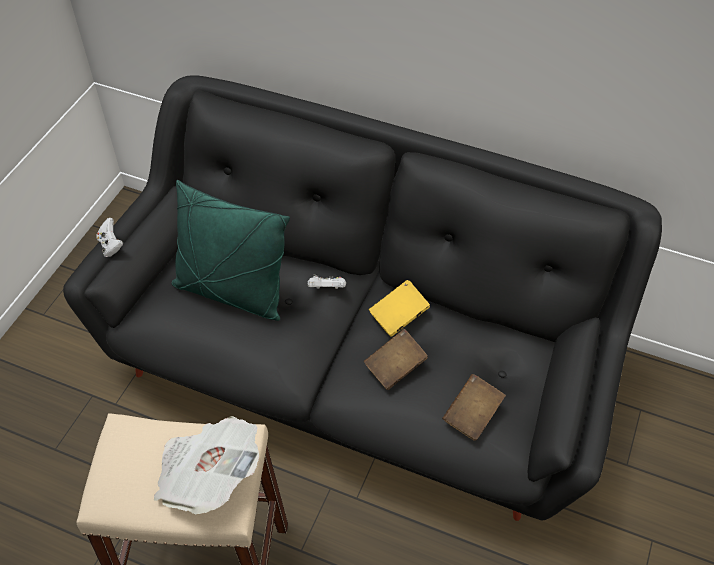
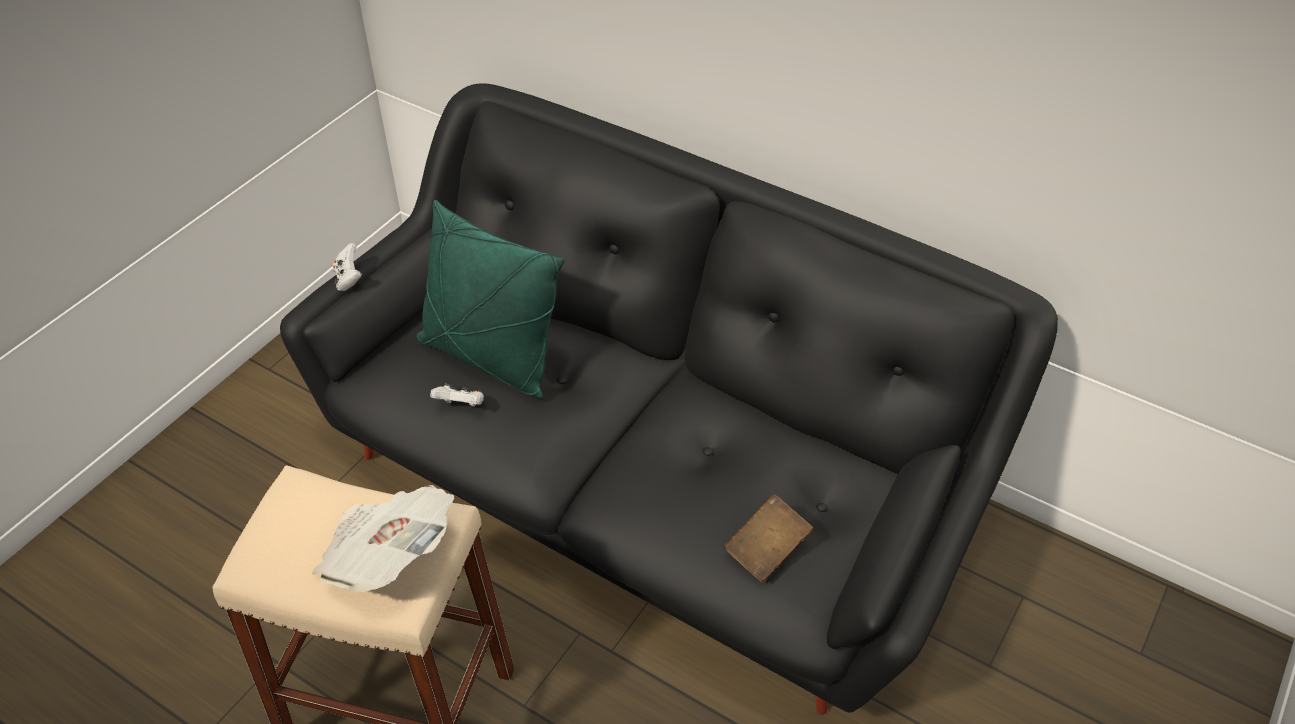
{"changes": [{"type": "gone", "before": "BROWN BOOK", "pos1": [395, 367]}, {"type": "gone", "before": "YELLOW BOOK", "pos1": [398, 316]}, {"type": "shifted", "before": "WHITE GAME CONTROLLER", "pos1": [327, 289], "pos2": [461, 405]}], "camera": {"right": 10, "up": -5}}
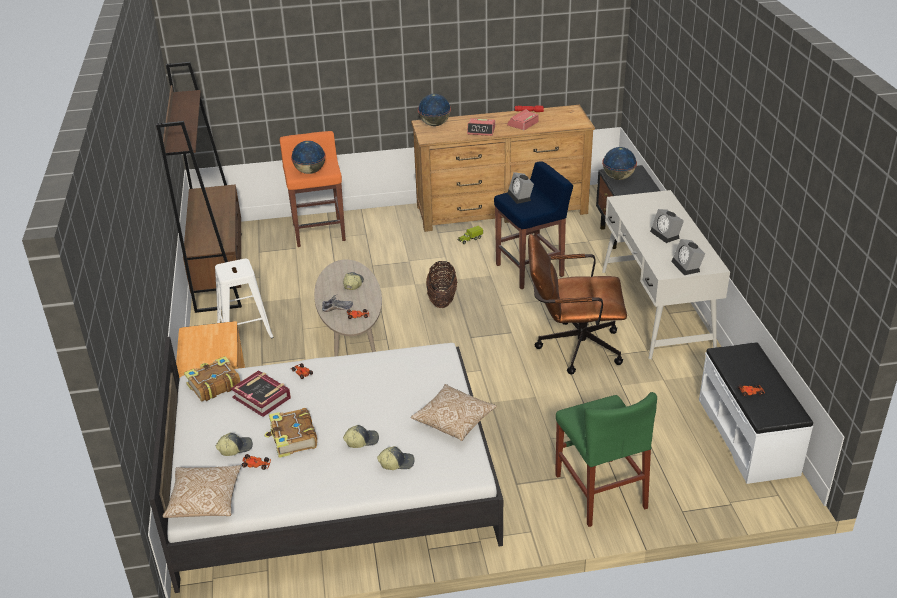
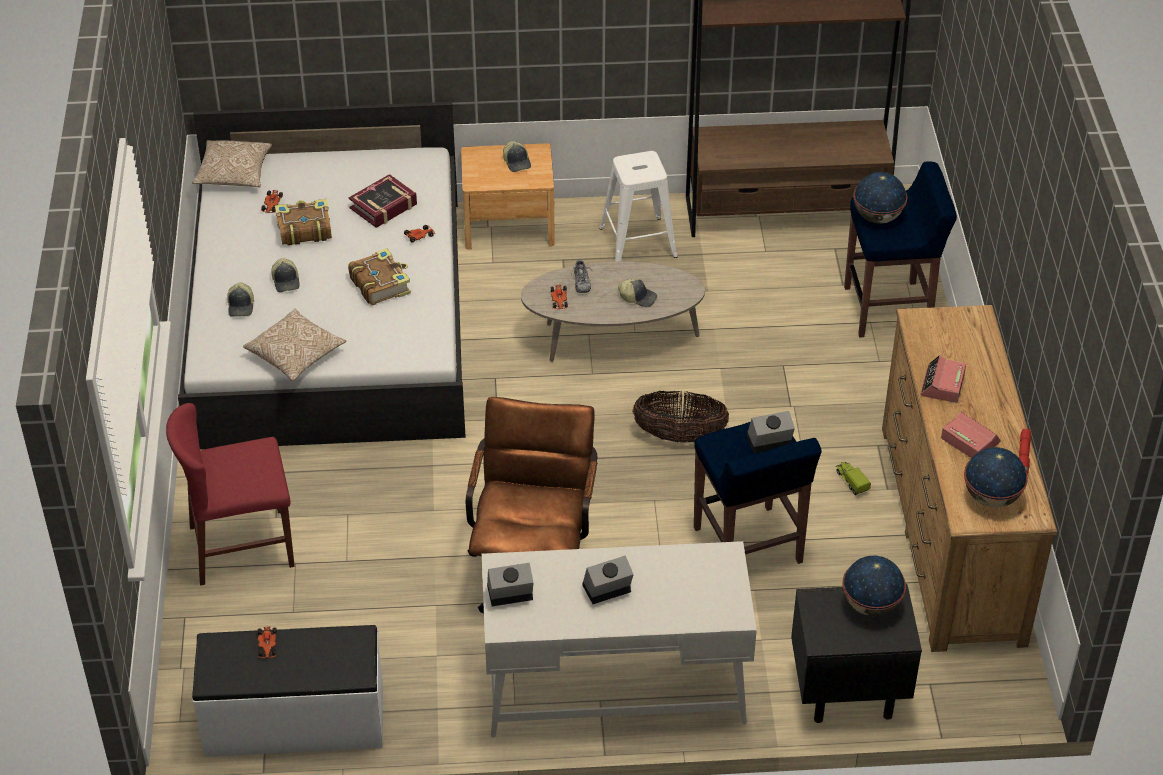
{"changes": [{"type": "shifted", "before": "BOOK", "pos1": [213, 385], "pos2": [380, 284]}, {"type": "shifted", "before": "CAP", "pos1": [235, 448], "pos2": [517, 162]}, {"type": "shifted", "before": "GLOBE", "pos1": [434, 124], "pos2": [992, 497]}, {"type": "repainted", "before": "ORANGE STOOL", "after": "BLUE STOOL", "pos1": [319, 232], "pos2": [889, 309]}, {"type": "repainted", "before": "GREEN CHAIR", "after": "RED CHAIR", "pos1": [600, 491], "pos2": [242, 546]}], "camera": {"right": 95, "up": 10}}
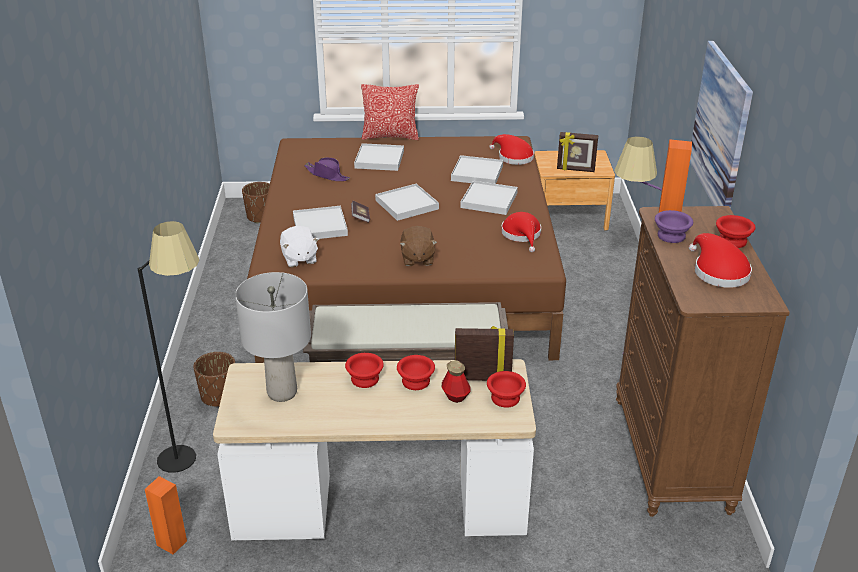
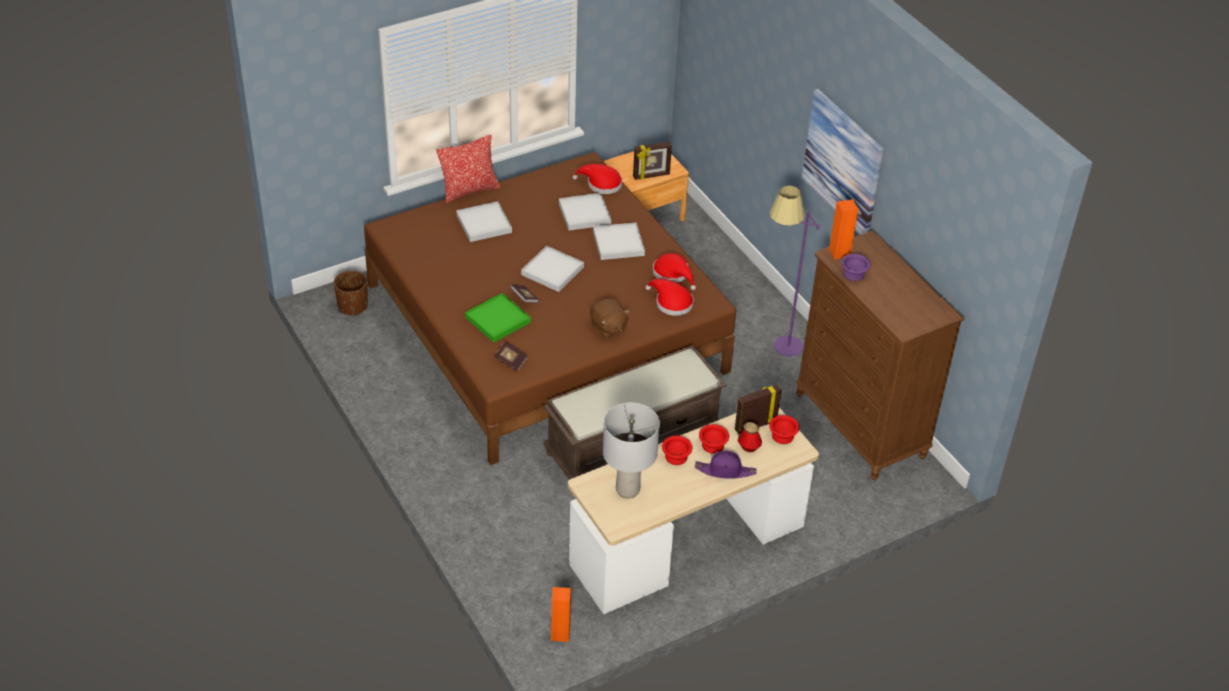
{"changes": [{"type": "gone", "before": "BLACK FLOOR LAMP", "pos1": [194, 459]}, {"type": "gone", "before": "BROWN PLANTER", "pos1": [218, 396]}, {"type": "gone", "before": "RED BOWL", "pos1": [731, 240]}, {"type": "shifted", "before": "PURPLE HAT", "pos1": [327, 175], "pos2": [725, 471]}, {"type": "shifted", "before": "RED HAT", "pos1": [718, 271], "pos2": [671, 302]}, {"type": "swapped", "before": "WHITE PLUSH TOY", "after": "BOOK", "pos1": [299, 259], "pos2": [511, 361]}, {"type": "repainted", "before": "WHITE TRAY", "after": "GREEN TRAY", "pos1": [320, 226], "pos2": [497, 320]}], "camera": {"right": -30, "up": 10}}
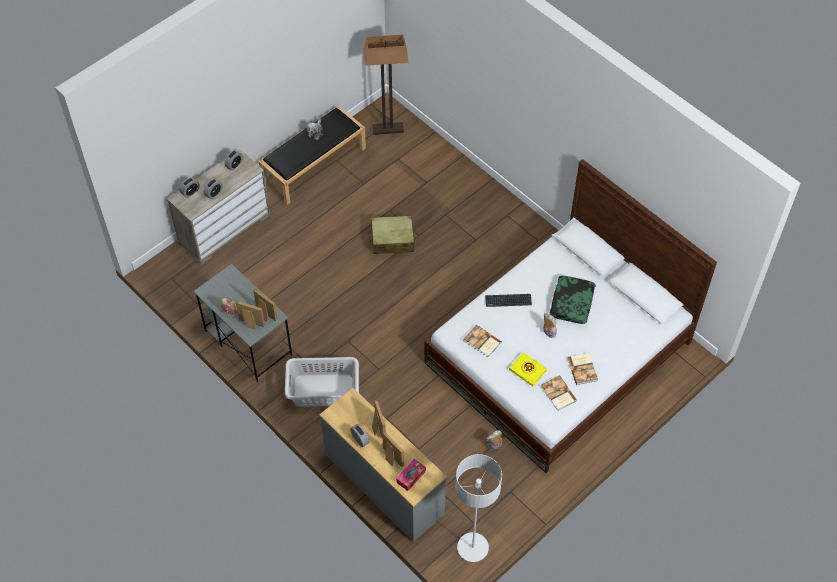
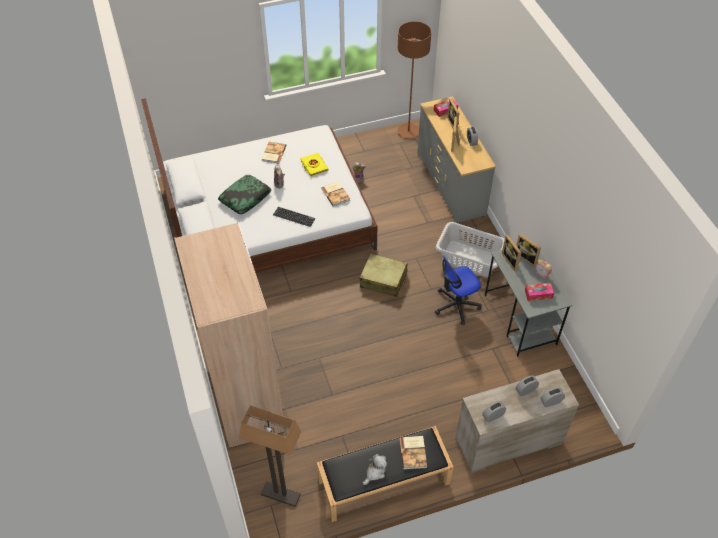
{"changes": [{"type": "new", "after": "BEIGE WARDROBE", "pos2": [245, 398]}, {"type": "new", "after": "OFFICE CHAIR", "pos2": [456, 305]}, {"type": "new", "after": "TISSUE BOX", "pos2": [538, 294]}, {"type": "shifted", "before": "BEIGE SUITCASE", "pos1": [392, 239], "pos2": [383, 280]}, {"type": "shifted", "before": "BOOK", "pos1": [558, 394], "pos2": [413, 452]}, {"type": "repainted", "before": "GREY FLOOR LAMP", "after": "BROWN FLOOR LAMP", "pos1": [472, 547], "pos2": [408, 132]}], "camera": {"right": -155, "up": -5}}
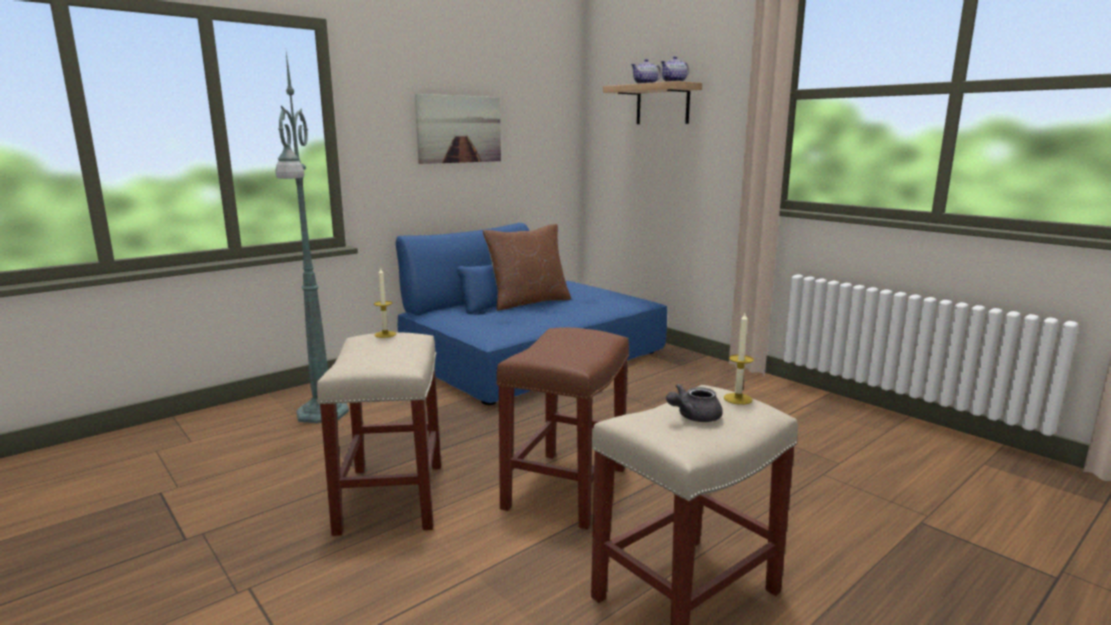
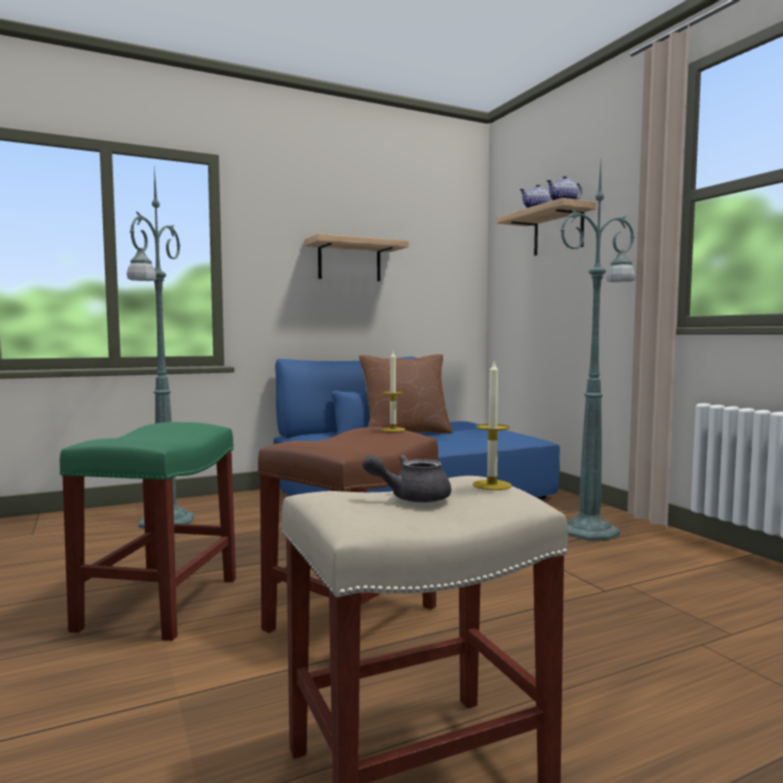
{"changes": [{"type": "new", "after": "GREEN FLOOR LAMP", "pos2": [591, 531]}, {"type": "shifted", "before": "CANDLE", "pos1": [385, 334], "pos2": [393, 429]}, {"type": "swapped", "before": "PICTURE", "after": "SHELF", "pos1": [459, 129], "pos2": [349, 261]}, {"type": "repainted", "before": "BEIGE STOOL", "after": "GREEN STOOL", "pos1": [391, 496], "pos2": [161, 602]}], "camera": {"right": 15, "up": -10}}
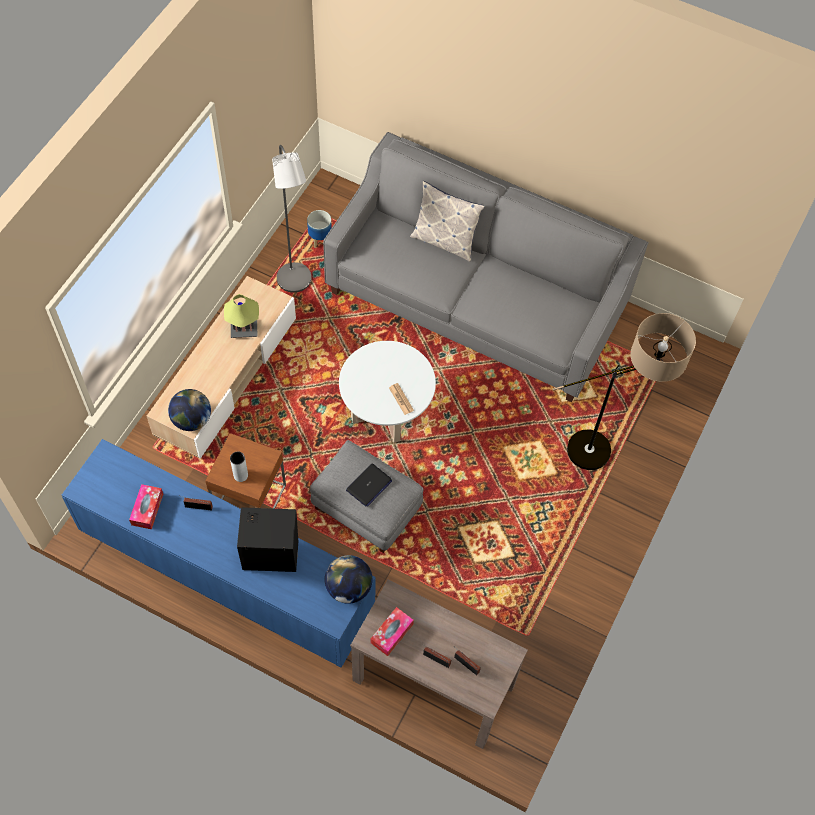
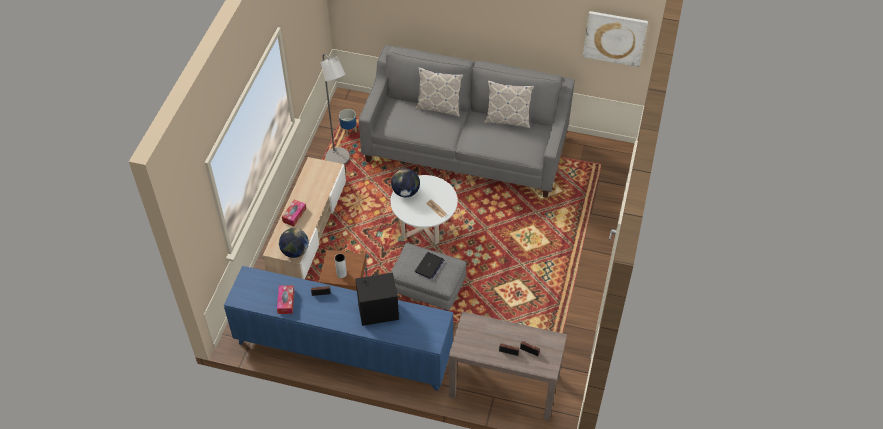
{"changes": [{"type": "gone", "before": "TABLE LAMP", "pos1": [244, 329]}, {"type": "gone", "before": "FLOOR LAMP", "pos1": [606, 452]}, {"type": "new", "after": "PILLOW", "pos2": [507, 120]}, {"type": "new", "after": "PICTURE", "pos2": [615, 38]}, {"type": "shifted", "before": "GLOBE", "pos1": [349, 588], "pos2": [406, 192]}, {"type": "shifted", "before": "TISSUE BOX", "pos1": [392, 633], "pos2": [294, 215]}], "camera": {"right": -10, "up": -10}}
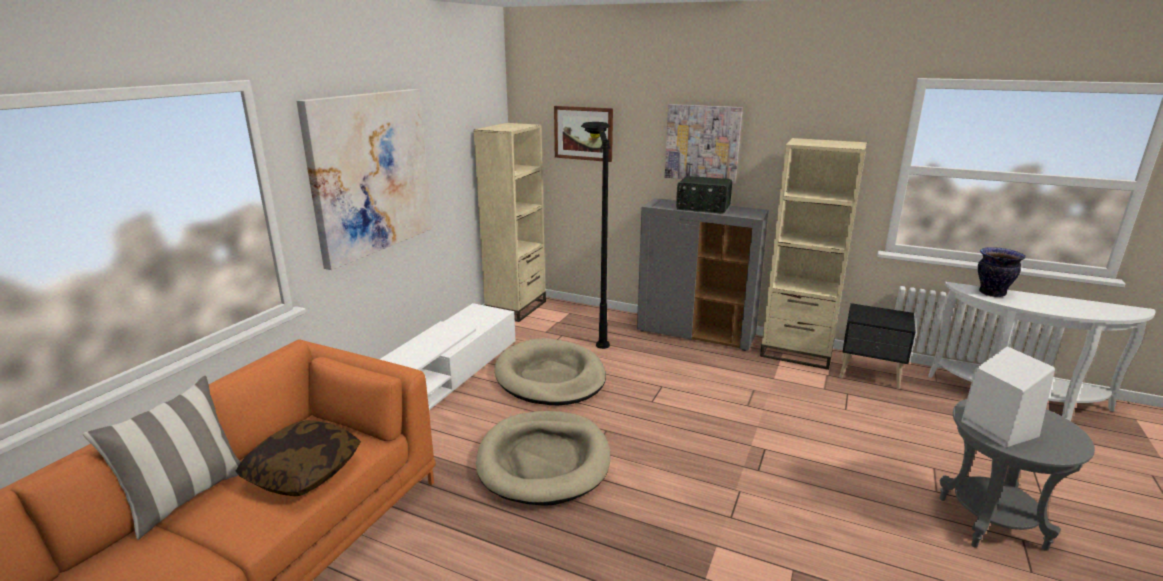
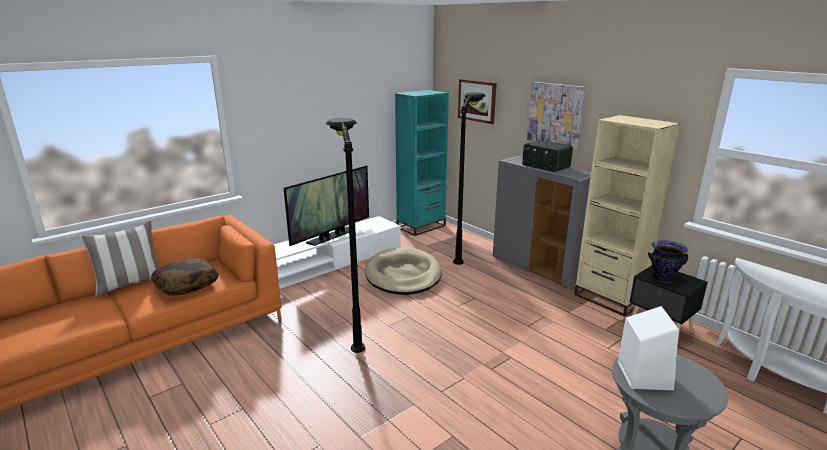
{"changes": [{"type": "gone", "before": "PICTURE", "pos1": [370, 173]}, {"type": "new", "after": "TELEVISION", "pos2": [331, 236]}, {"type": "shifted", "before": "VASE", "pos1": [991, 293], "pos2": [663, 278]}, {"type": "swapped", "before": "BEIGE DOG BED", "after": "BLACK FLOOR LAMP", "pos1": [544, 461], "pos2": [353, 324]}, {"type": "repainted", "before": "BEIGE BOOKCASE", "after": "TURQUOISE BOOKCASE", "pos1": [516, 308], "pos2": [421, 226]}], "camera": {"right": 25, "up": 0}}
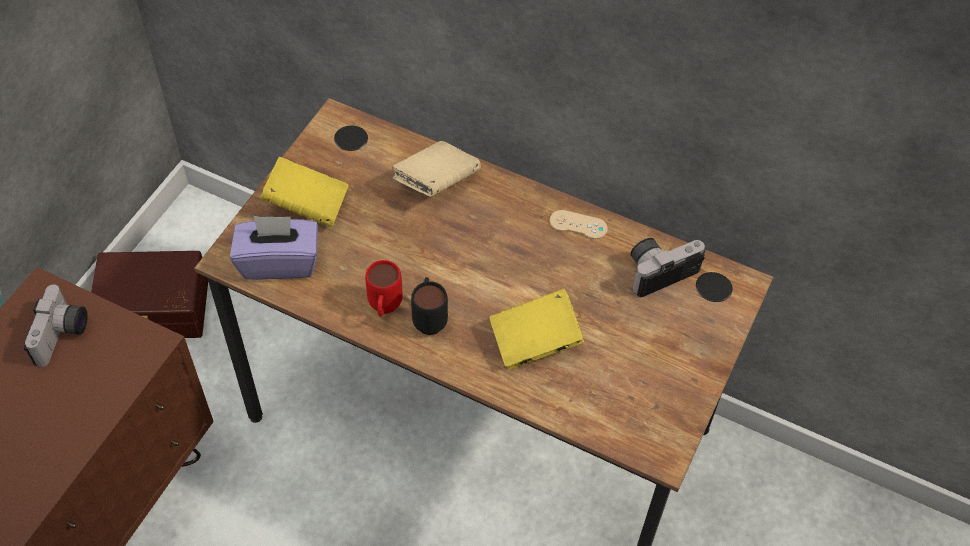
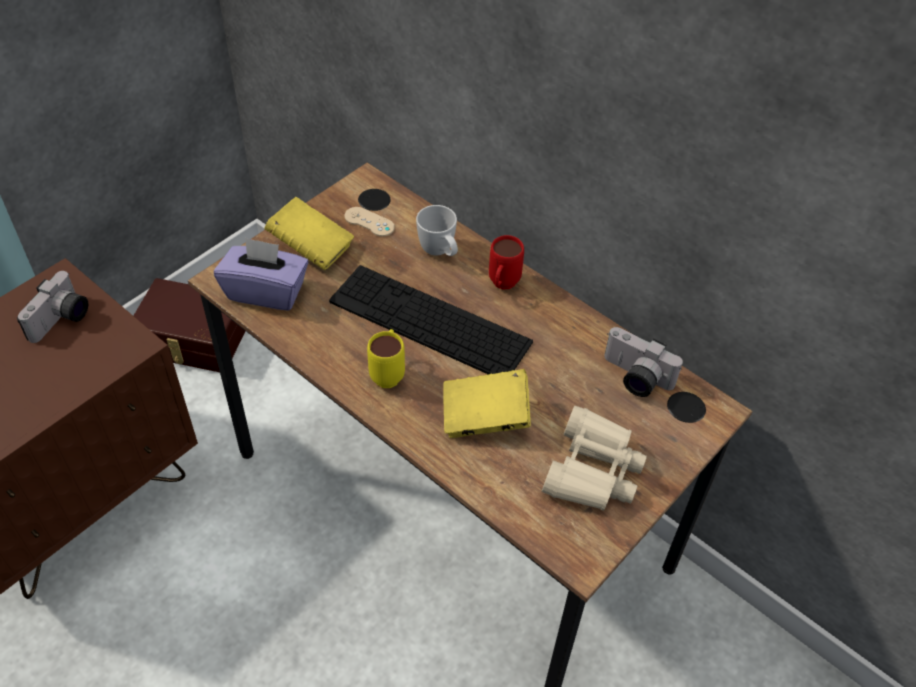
{"changes": [{"type": "new", "after": "KEYBOARD", "pos2": [429, 322]}, {"type": "new", "after": "BEIGE BINOCULARS", "pos2": [592, 470]}, {"type": "shifted", "before": "RED MUG", "pos1": [384, 309], "pos2": [502, 286]}, {"type": "shifted", "before": "BEIGE GAME CONTROLLER", "pos1": [578, 225], "pos2": [369, 222]}, {"type": "swapped", "before": "BEIGE BOOK", "after": "WHITE MUG", "pos1": [436, 182], "pos2": [440, 252]}, {"type": "repainted", "before": "BLACK MUG", "after": "YELLOW MUG", "pos1": [429, 318], "pos2": [388, 372]}, {"type": "rotated", "before": "PHOTO CAMERA", "pos1": [659, 269], "pos2": [634, 378], "turn": -135}], "camera": {"right": 15, "up": -5}}
